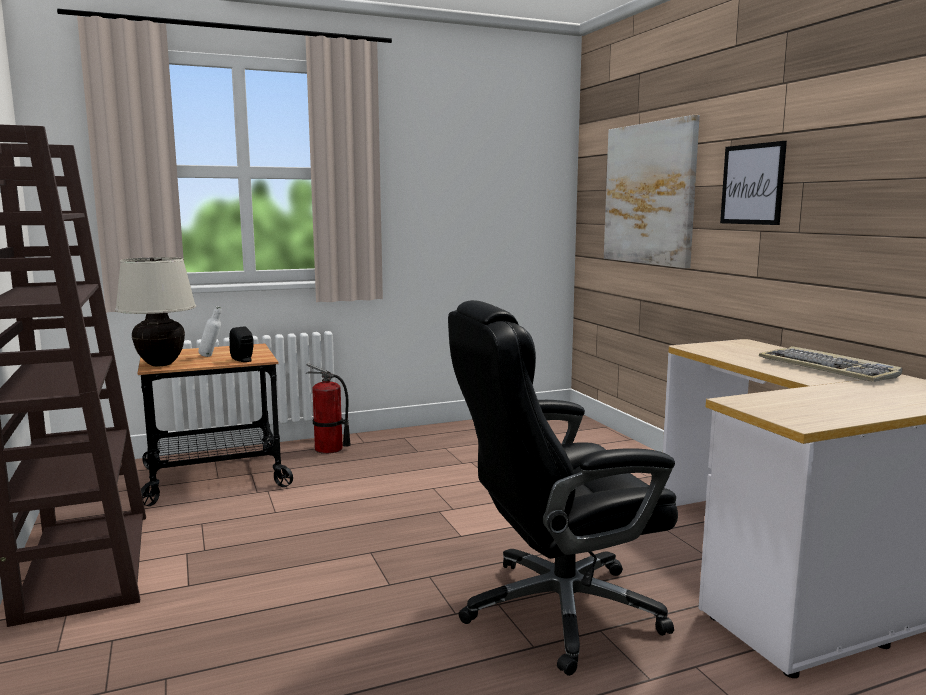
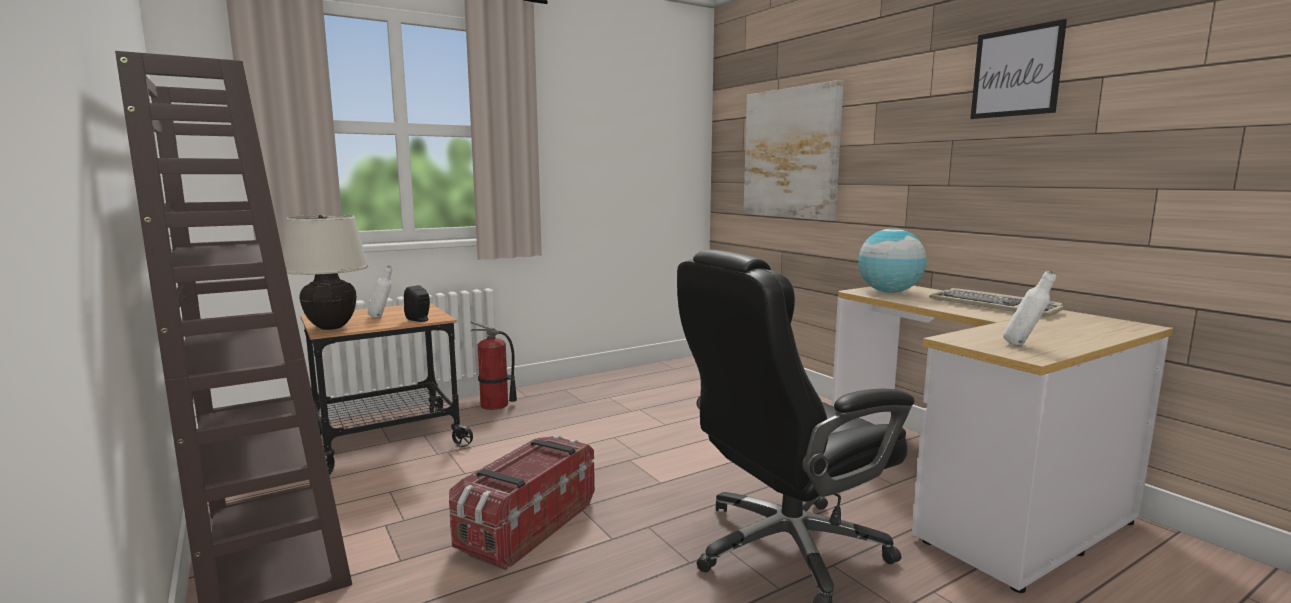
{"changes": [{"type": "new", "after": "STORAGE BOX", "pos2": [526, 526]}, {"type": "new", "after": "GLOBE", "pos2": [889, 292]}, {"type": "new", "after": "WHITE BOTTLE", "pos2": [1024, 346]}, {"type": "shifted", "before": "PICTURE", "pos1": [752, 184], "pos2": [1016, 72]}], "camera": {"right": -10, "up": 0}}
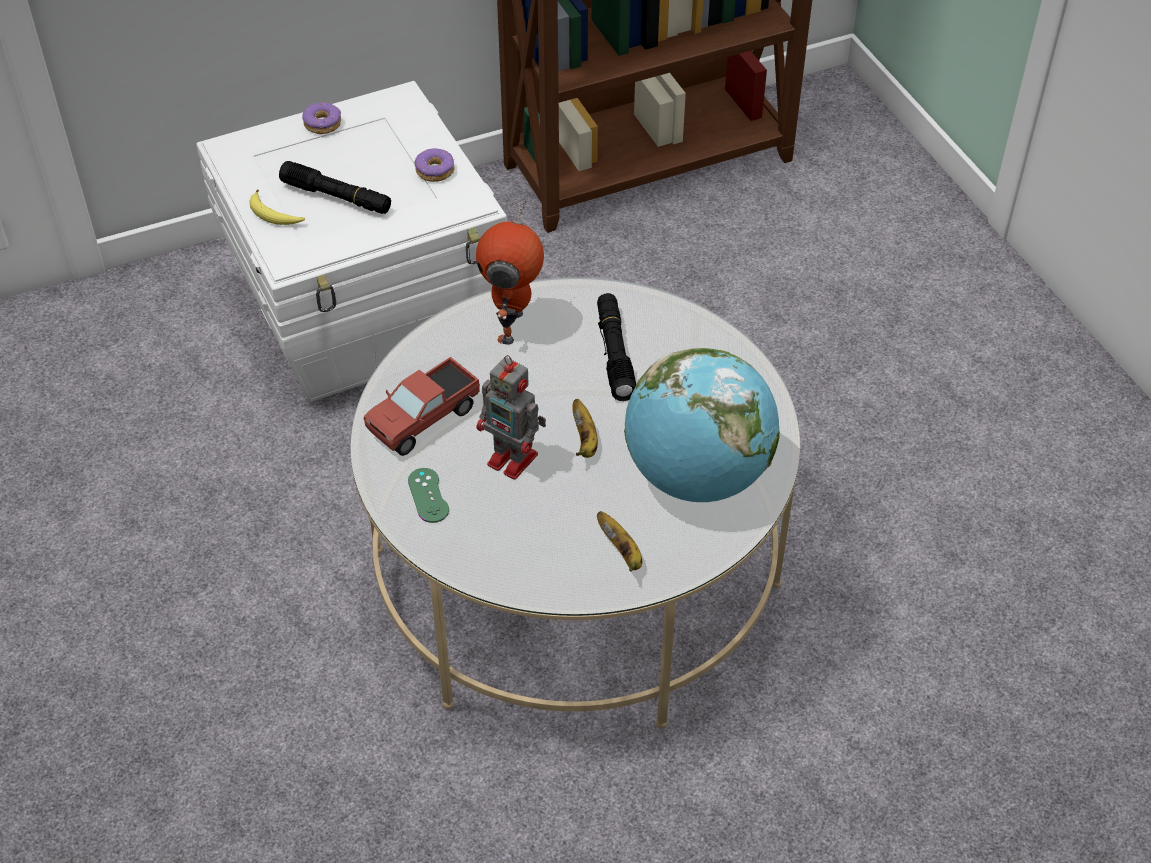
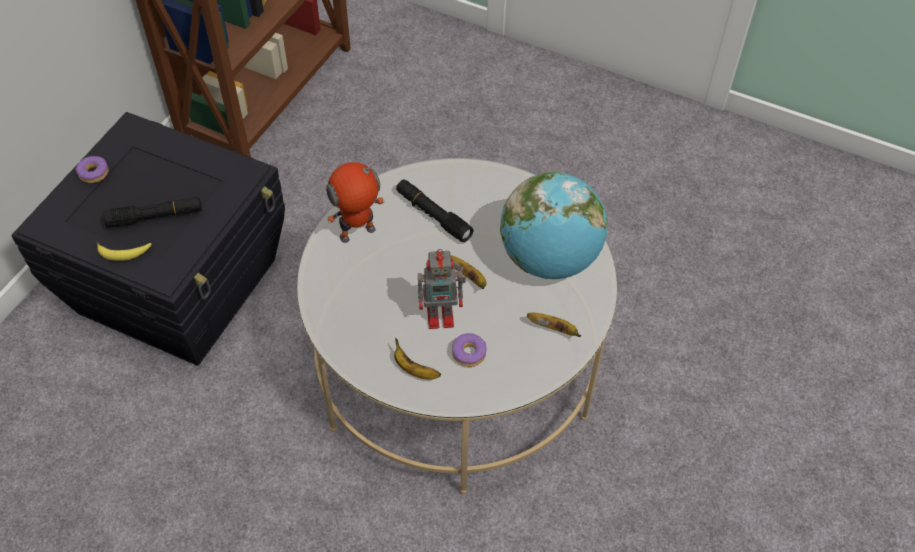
{"changes": [{"type": "gone", "before": "TOY TRUCK", "pos1": [424, 420]}, {"type": "shifted", "before": "DONUT", "pos1": [435, 171], "pos2": [469, 353]}, {"type": "swapped", "before": "GREEN GAME CONTROLLER", "after": "BANANA", "pos1": [428, 495], "pos2": [414, 370]}, {"type": "repainted", "before": "WHITE STORAGE BOX", "after": "BLACK STORAGE BOX", "pos1": [368, 312], "pos2": [180, 285]}, {"type": "rotated", "before": "TOY ROBOT", "pos1": [513, 327], "pos2": [358, 235], "turn": 90}], "camera": {"right": -40, "up": 5}}
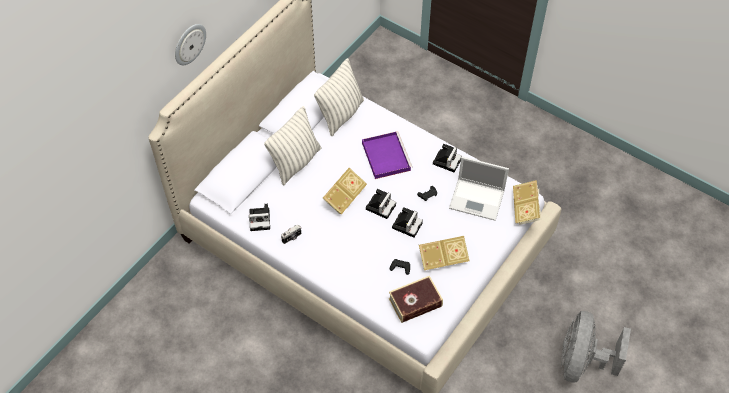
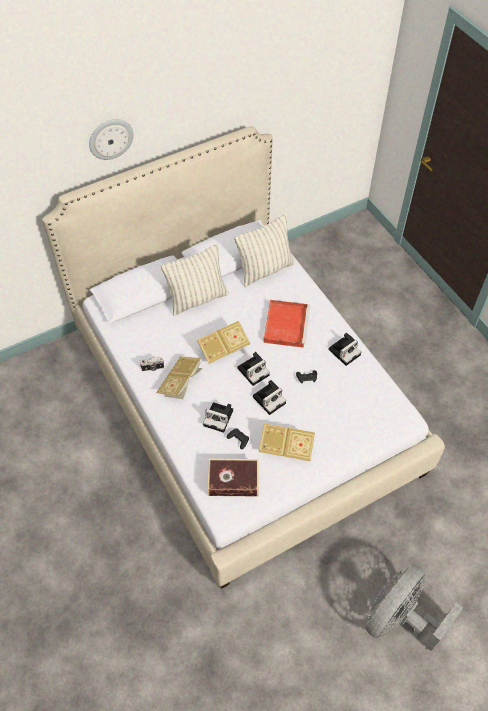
{"changes": [{"type": "gone", "before": "LAPTOP", "pos1": [478, 199]}, {"type": "shifted", "before": "PHOTO CAMERA", "pos1": [261, 219], "pos2": [219, 418]}, {"type": "shifted", "before": "BOOK", "pos1": [525, 209], "pos2": [181, 384]}, {"type": "repainted", "before": "PURPLE TRAY", "after": "RED TRAY", "pos1": [385, 156], "pos2": [286, 324]}], "camera": {"right": 25, "up": 0}}
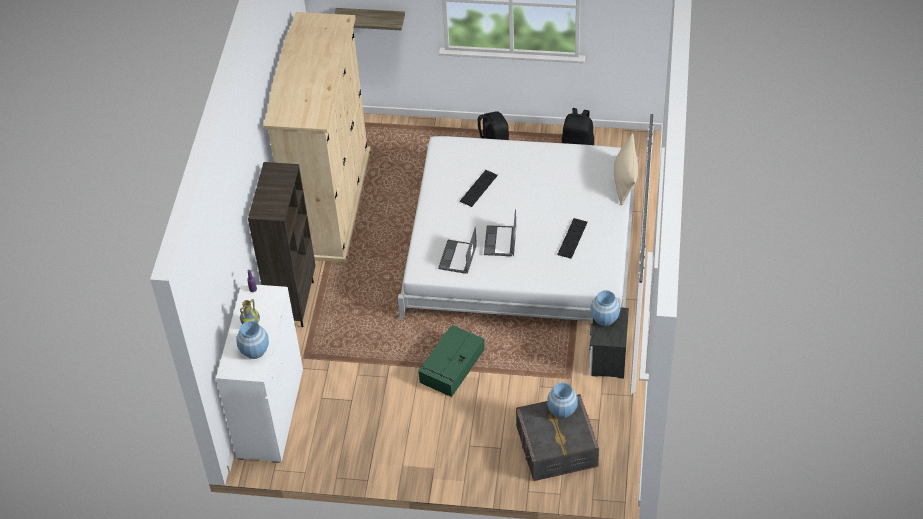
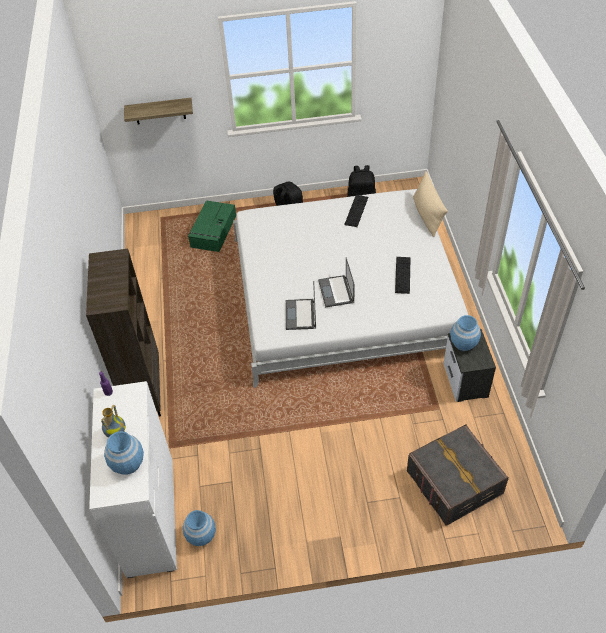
{"changes": [{"type": "gone", "before": "BEIGE WARDROBE", "pos1": [330, 203]}, {"type": "shifted", "before": "GREEN STORAGE BOX", "pos1": [451, 367], "pos2": [213, 232]}, {"type": "shifted", "before": "KEYBOARD", "pos1": [478, 188], "pos2": [356, 211]}, {"type": "shifted", "before": "BLUE VASE", "pos1": [562, 410], "pos2": [201, 535]}], "camera": {"right": -15, "up": 0}}
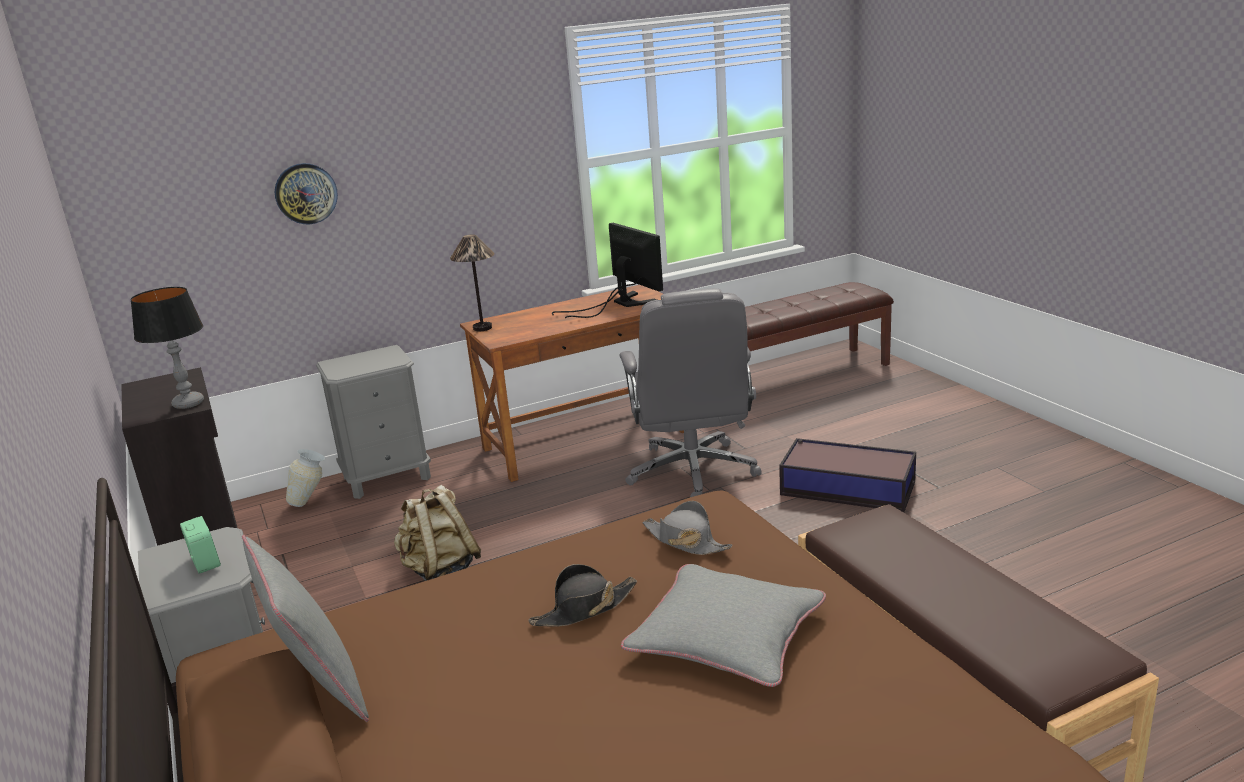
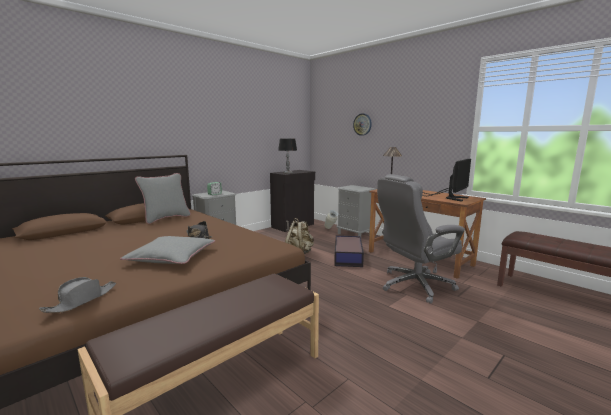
{"changes": [{"type": "shifted", "before": "GREY HAT", "pos1": [685, 541], "pos2": [82, 300]}, {"type": "shifted", "before": "STORAGE BOX", "pos1": [846, 487], "pos2": [348, 256]}], "camera": {"right": 70, "up": -10}}
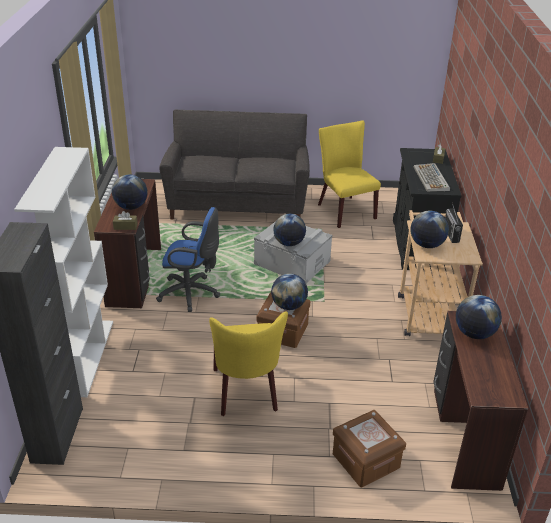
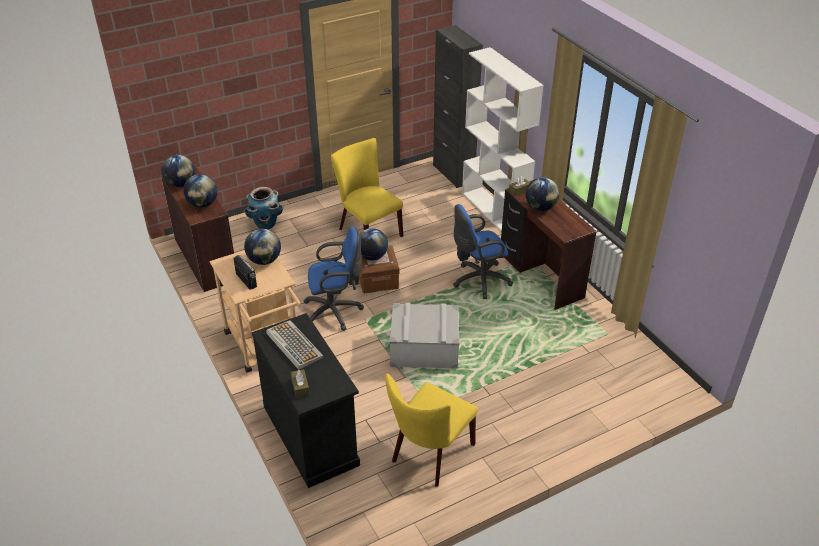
{"changes": [{"type": "gone", "before": "GREY SOFA", "pos1": [238, 203]}, {"type": "new", "after": "BLUE OFFICE CHAIR", "pos2": [335, 311]}, {"type": "shifted", "before": "GLOBE", "pos1": [289, 243], "pos2": [181, 184]}, {"type": "swapped", "before": "BROWN STORAGE BOX", "after": "PLANTER", "pos1": [366, 460], "pos2": [265, 224]}, {"type": "rotated", "before": "YELLOW CHAIR", "pos1": [343, 210], "pos2": [429, 455], "turn": 90}], "camera": {"right": 150, "up": 5}}
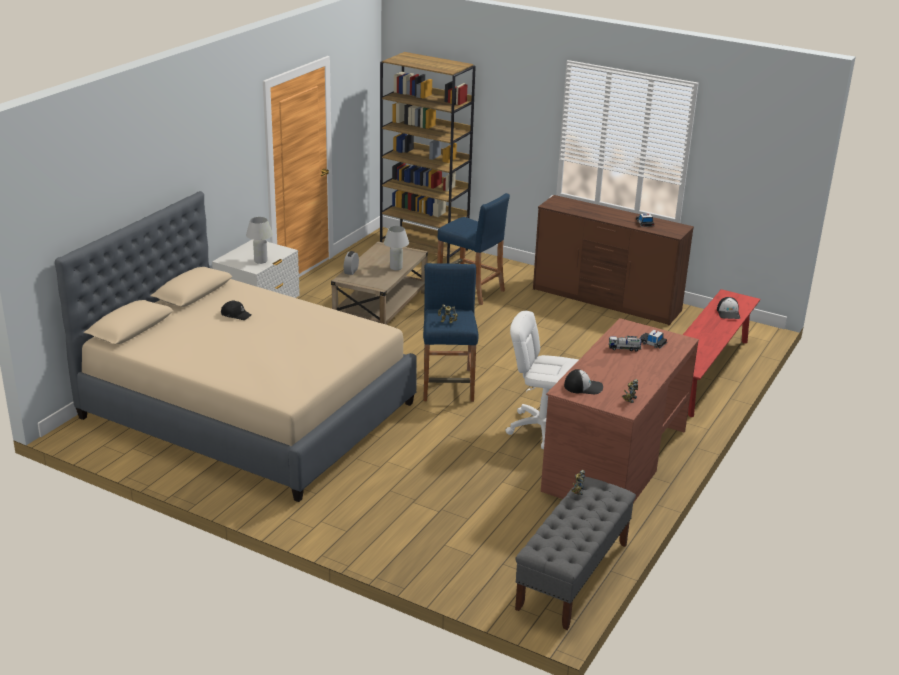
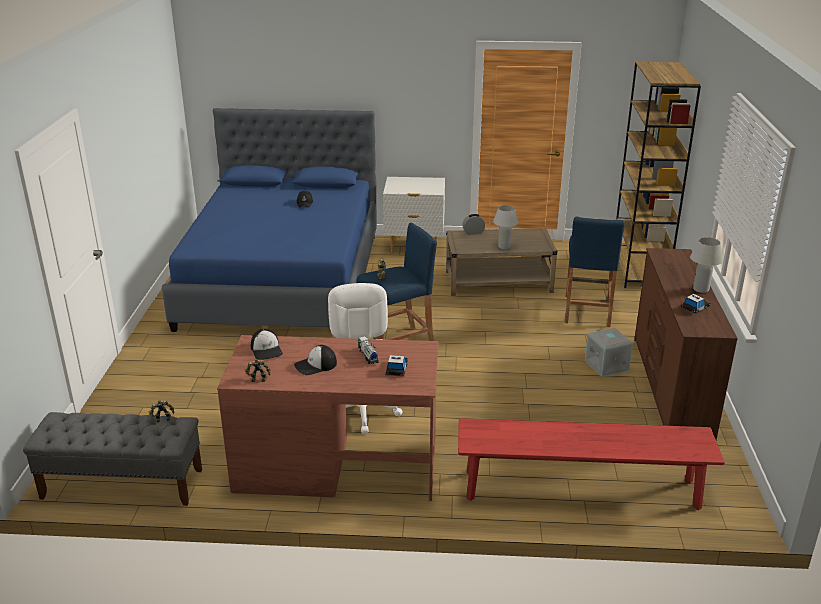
{"changes": [{"type": "new", "after": "GREY STORAGE BOX", "pos2": [607, 365]}, {"type": "shifted", "before": "WHITE TABLE LAMP", "pos1": [260, 261], "pos2": [701, 289]}, {"type": "shifted", "before": "CAP", "pos1": [728, 313], "pos2": [315, 365]}, {"type": "repainted", "before": "BEIGE BED", "after": "BLUE BED", "pos1": [248, 410], "pos2": [283, 279]}], "camera": {"right": 65, "up": 0}}
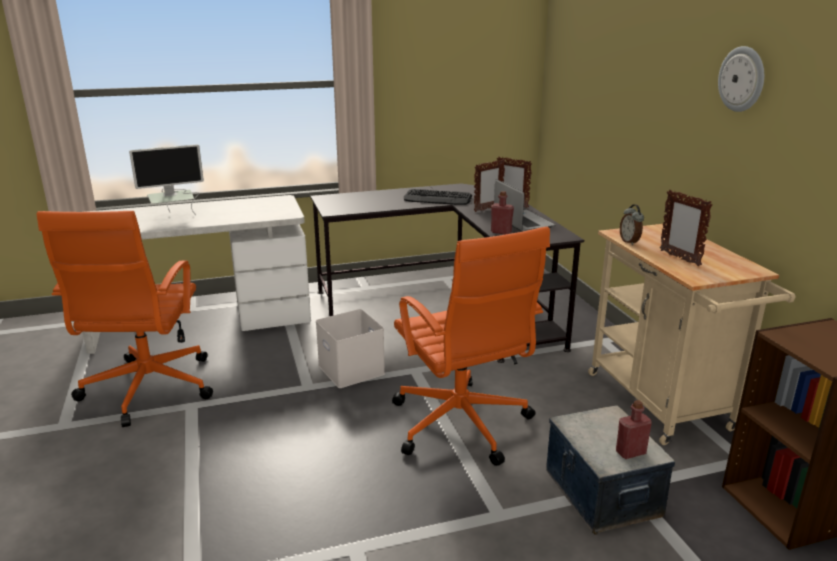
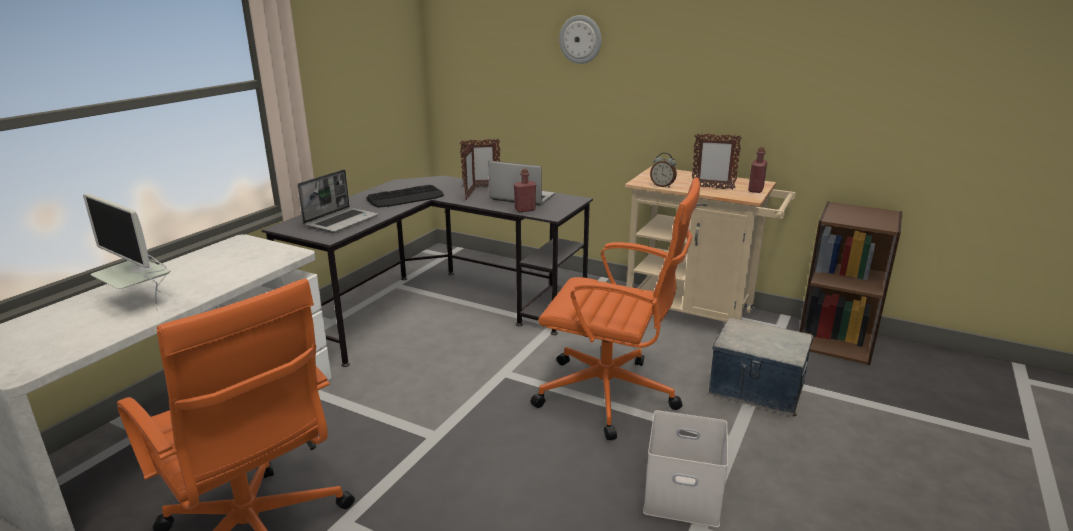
{"changes": [{"type": "new", "after": "LAPTOP", "pos2": [342, 221]}, {"type": "shifted", "before": "WHITE STORAGE BOX", "pos1": [353, 370], "pos2": [684, 494]}, {"type": "shifted", "before": "RED BOTTLE", "pos1": [630, 452], "pos2": [755, 190]}, {"type": "shifted", "before": "WALL CLOCK", "pos1": [742, 79], "pos2": [580, 39]}, {"type": "rotated", "before": "MONITOR", "pos1": [174, 218], "pos2": [141, 303], "turn": 105}], "camera": {"right": -45, "up": 0}}
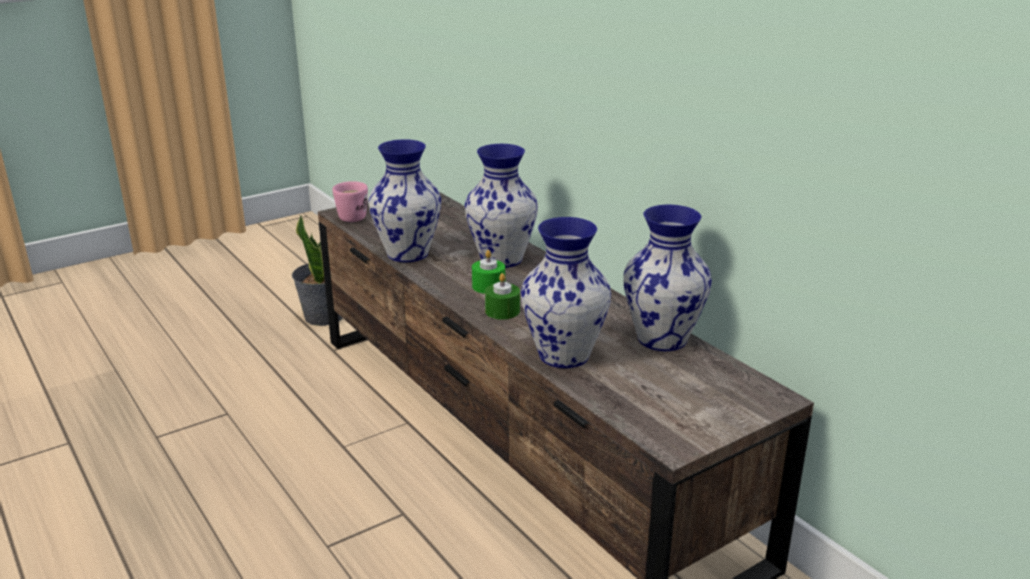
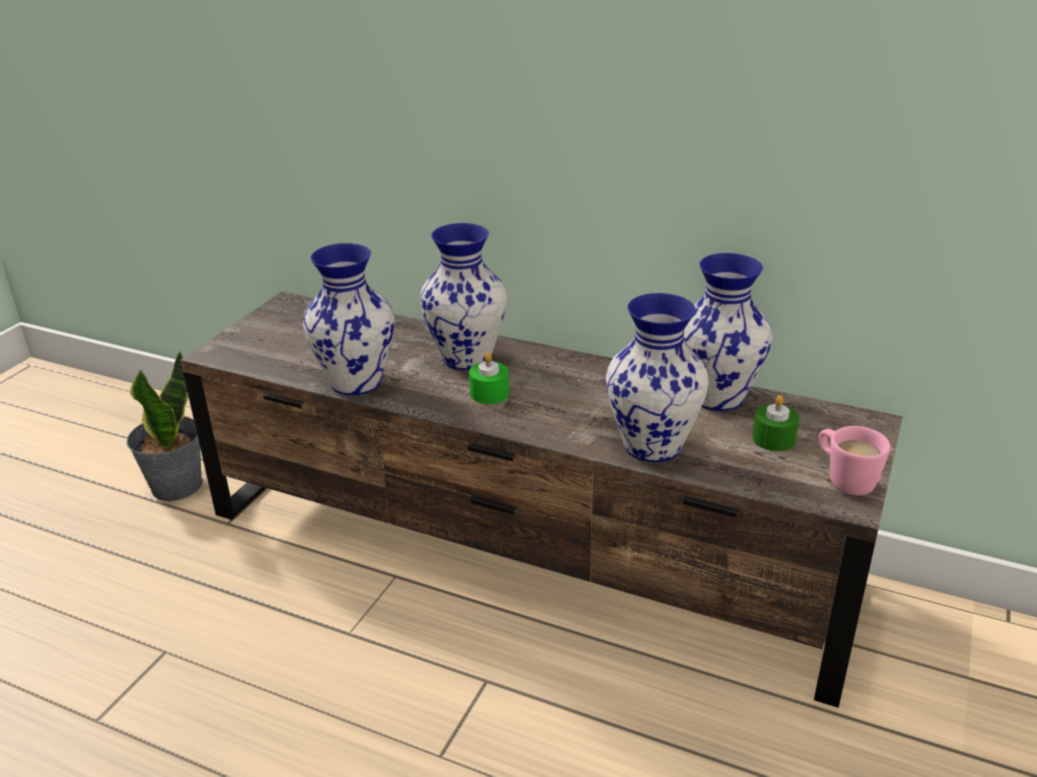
{"changes": [{"type": "shifted", "before": "PINK MUG", "pos1": [353, 216], "pos2": [844, 479]}, {"type": "shifted", "before": "GREEN CANDLE", "pos1": [502, 311], "pos2": [774, 439]}], "camera": {"right": -30, "up": 5}}
